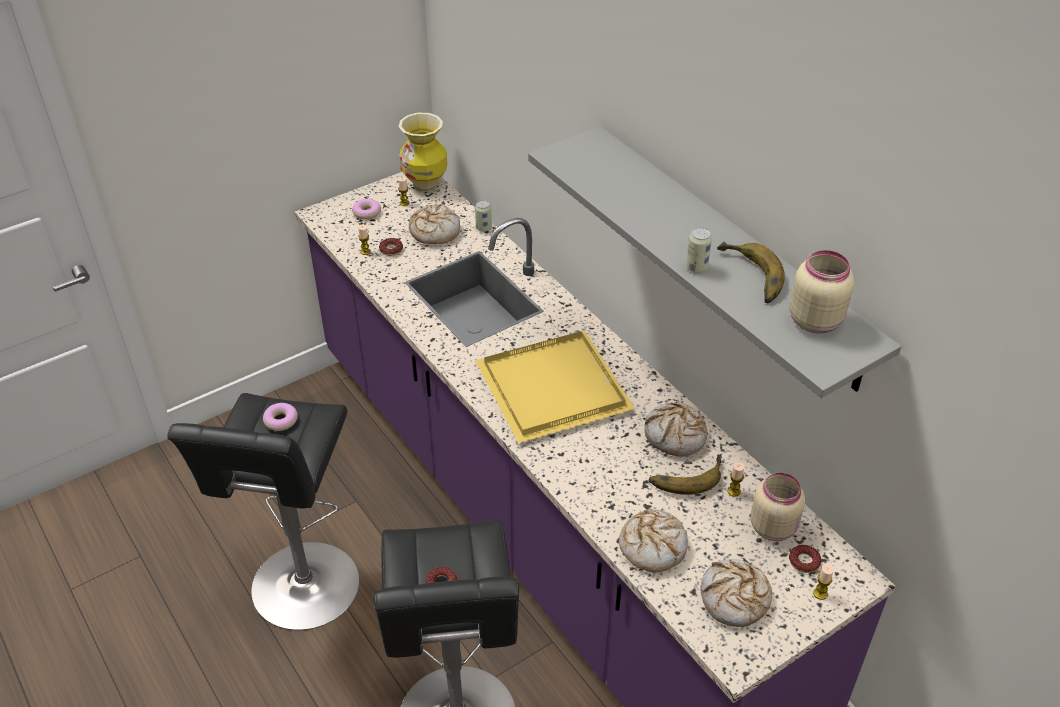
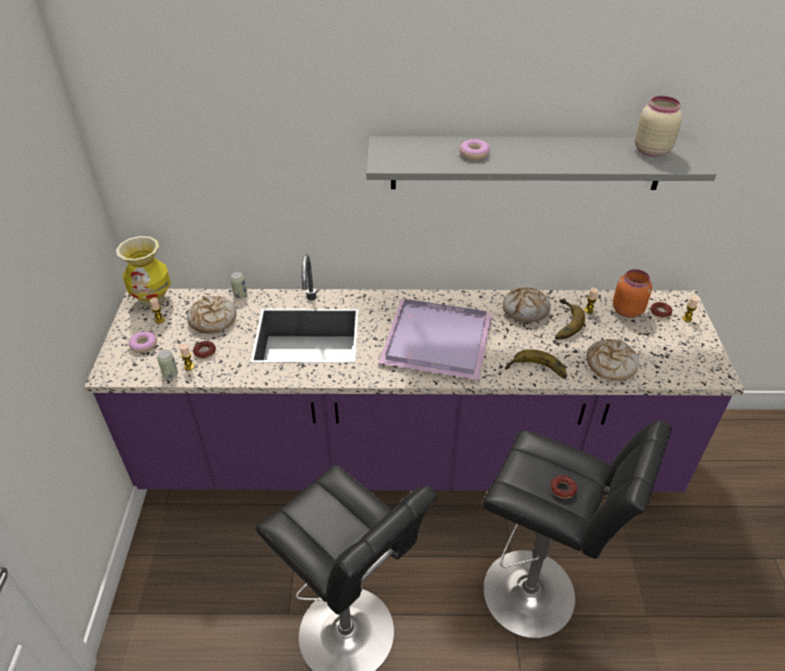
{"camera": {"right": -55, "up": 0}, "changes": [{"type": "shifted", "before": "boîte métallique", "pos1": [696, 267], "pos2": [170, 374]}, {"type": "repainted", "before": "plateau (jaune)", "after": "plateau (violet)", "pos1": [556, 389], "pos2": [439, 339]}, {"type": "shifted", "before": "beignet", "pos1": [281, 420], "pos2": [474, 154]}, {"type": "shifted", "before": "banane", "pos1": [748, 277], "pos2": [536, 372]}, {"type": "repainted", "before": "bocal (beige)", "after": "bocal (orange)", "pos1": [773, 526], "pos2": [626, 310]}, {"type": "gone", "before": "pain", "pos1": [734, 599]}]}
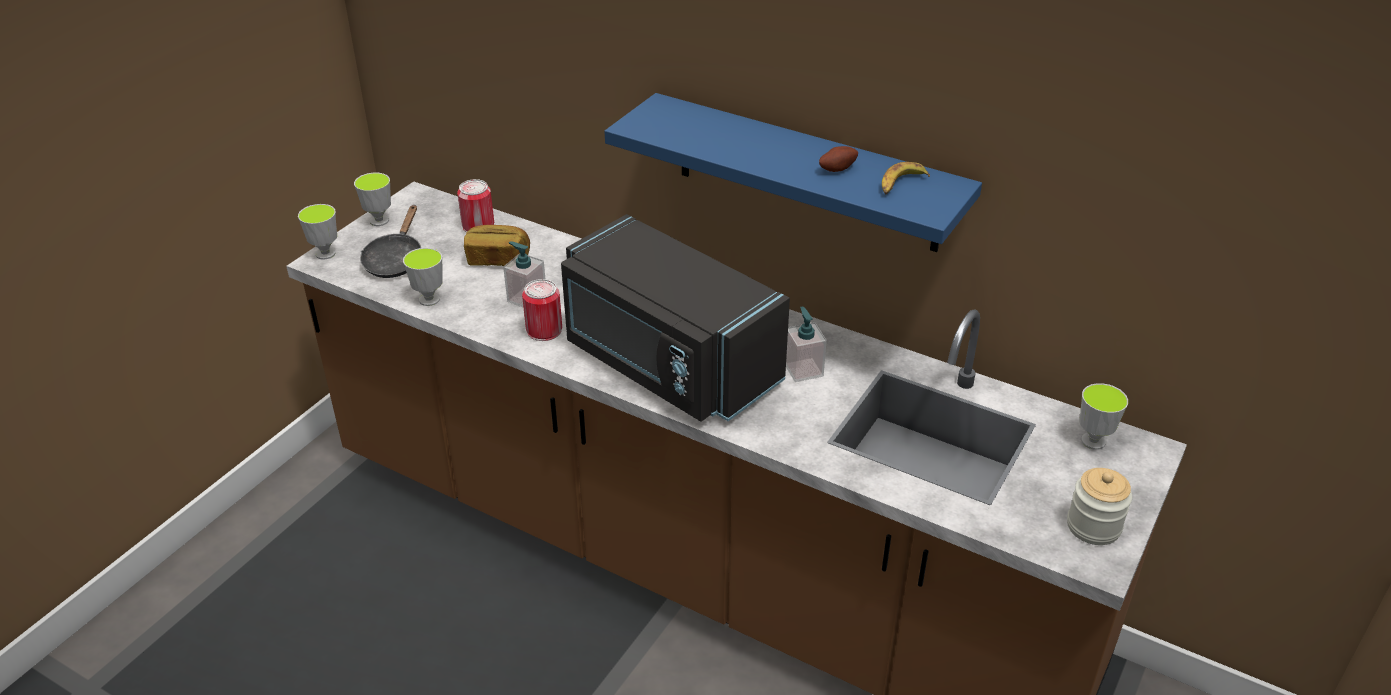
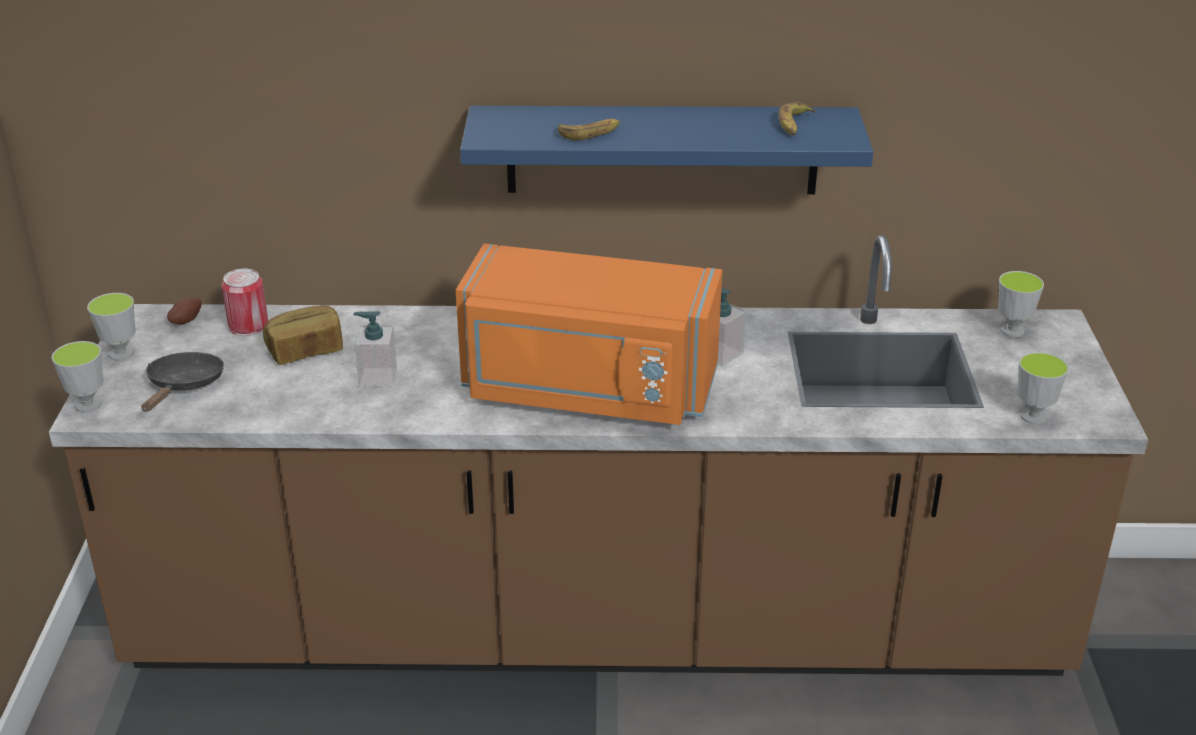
{"camera": {"right": -30, "up": -5}, "changes": [{"type": "rotated", "before": "poêle (noir)", "pos1": [395, 260], "pos2": [183, 386], "turn": -150}, {"type": "shifted", "before": "pomme de terre", "pos1": [837, 168], "pos2": [185, 320]}, {"type": "repainted", "before": "micro-ondes (noir)", "after": "micro-ondes (orange)", "pos1": [667, 364], "pos2": [587, 390]}, {"type": "new", "after": "banane", "pos2": [590, 133]}, {"type": "shifted", "before": "tasse", "pos1": [429, 300], "pos2": [1033, 416]}, {"type": "gone", "before": "boîte métallique", "pos1": [544, 330]}, {"type": "gone", "before": "bocal", "pos1": [1093, 526]}]}
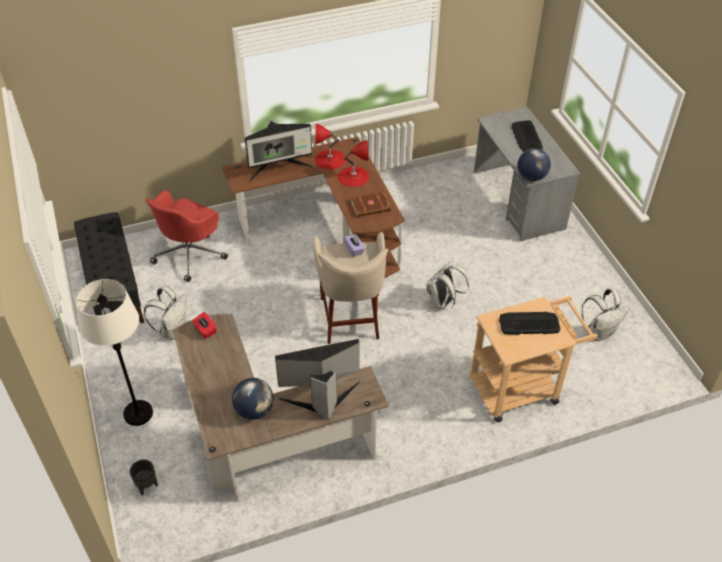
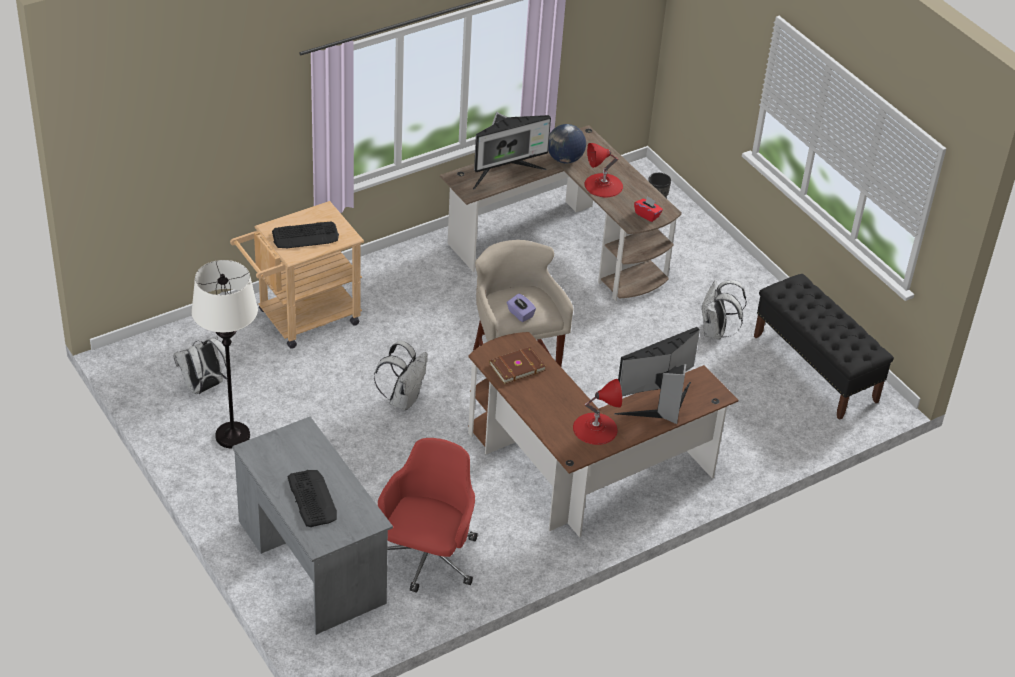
{"camera": {"right": 165, "up": -5}, "changes": [{"type": "shifted", "before": "lampadaire (blanc)", "pos1": [138, 413], "pos2": [232, 436]}, {"type": "shifted", "before": "chaise de bureau (rouge)", "pos1": [190, 254], "pos2": [427, 559]}, {"type": "shifted", "before": "lampe de table (rouge)", "pos1": [353, 176], "pos2": [603, 185]}, {"type": "gone", "before": "globe", "pos1": [531, 176]}]}
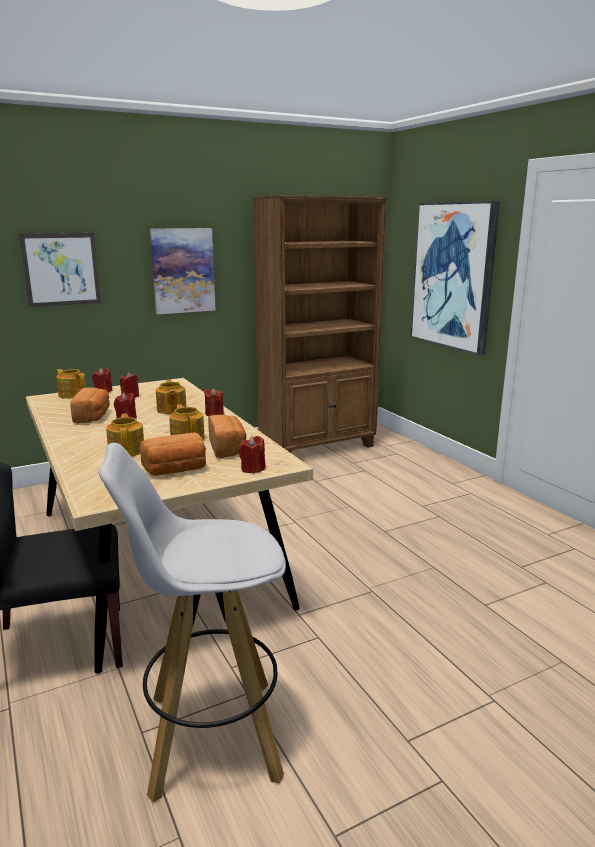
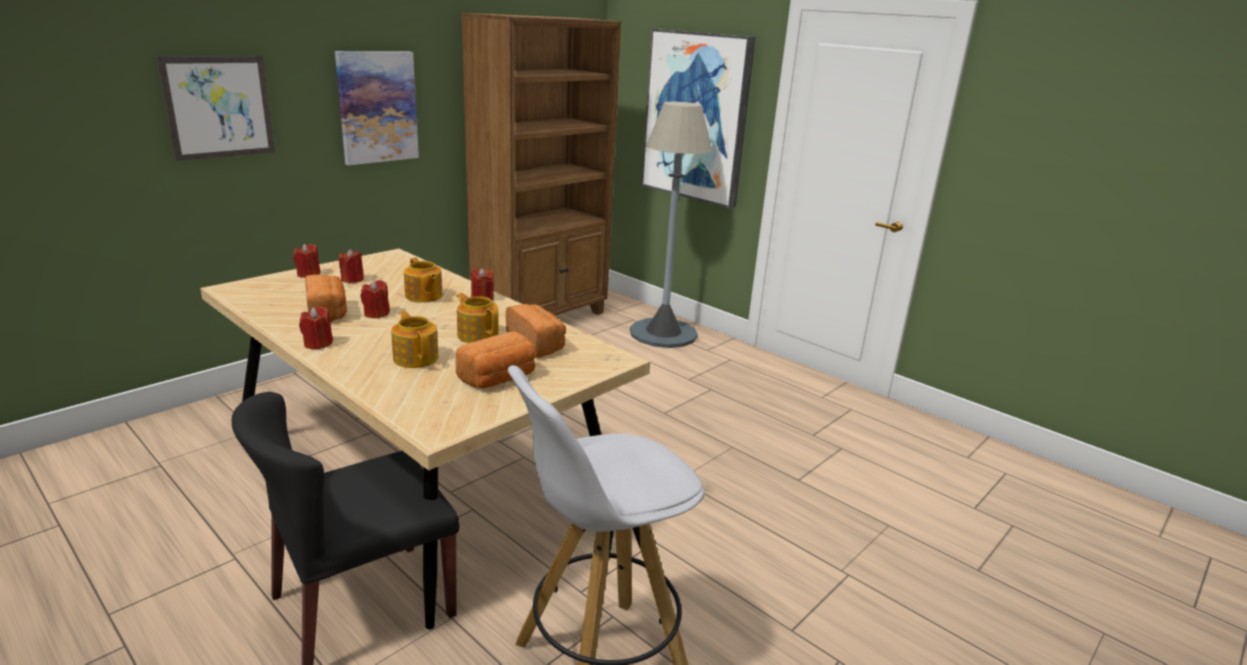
{"camera": {"right": -20, "up": 5}, "changes": [{"type": "shifted", "before": "bougie (rouge)", "pos1": [253, 469], "pos2": [318, 344]}, {"type": "new", "after": "lampadaire (gris)", "pos2": [663, 333]}, {"type": "gone", "before": "théière", "pos1": [72, 394]}]}
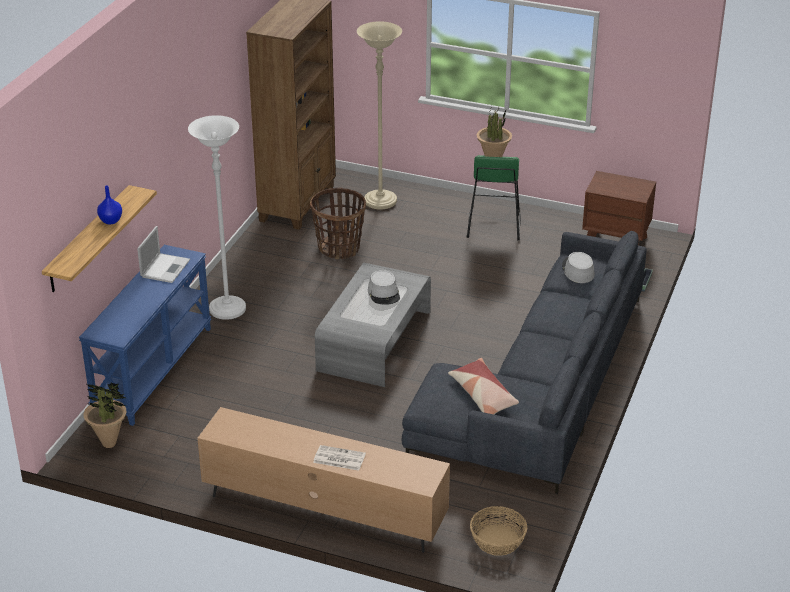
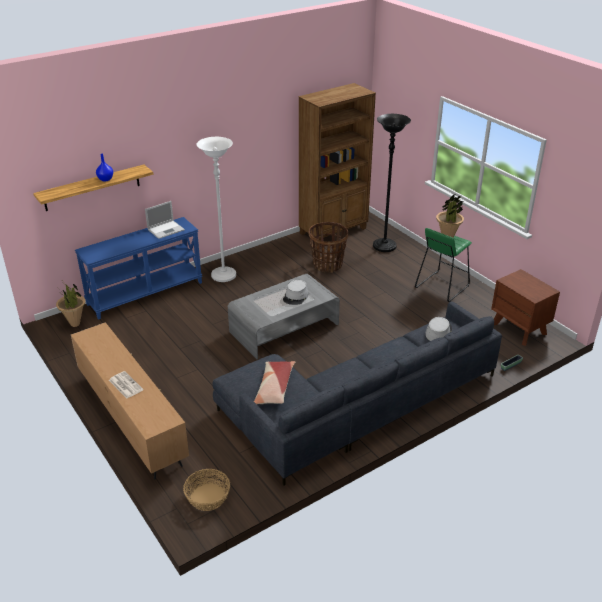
{"camera": {"right": 35, "up": 0}, "changes": [{"type": "repainted", "before": "lampadaire (beige)", "after": "lampadaire (noir)", "pos1": [380, 201], "pos2": [384, 246]}]}
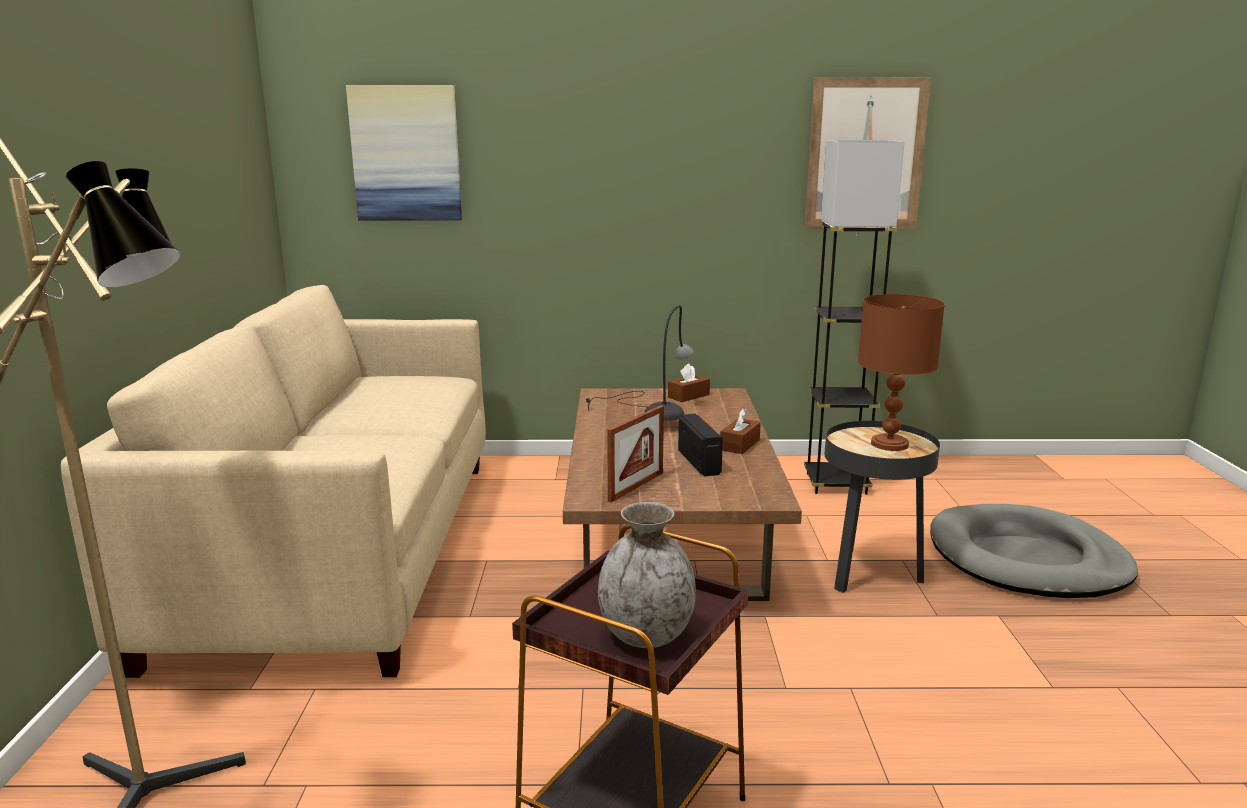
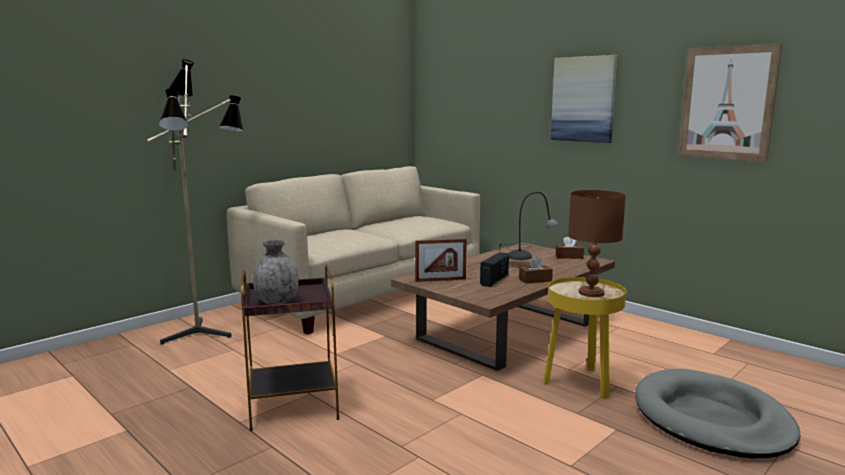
{"camera": {"right": 45, "up": -5}, "changes": [{"type": "repainted", "before": "table d'appoint (noir)", "after": "table d'appoint (jaune)", "pos1": [869, 573], "pos2": [580, 383]}, {"type": "shifted", "before": "tableau", "pos1": [406, 154], "pos2": [583, 99]}, {"type": "gone", "before": "lampadaire (gris)", "pos1": [836, 483]}]}
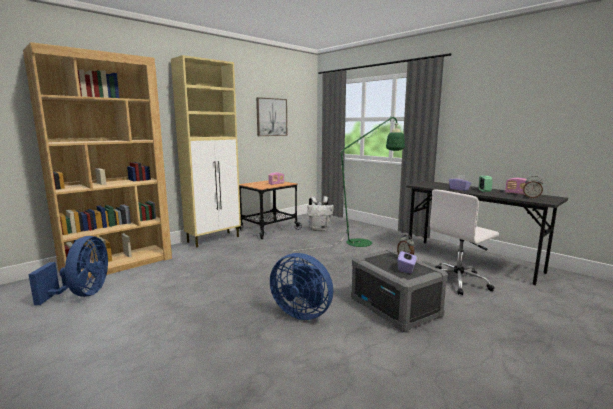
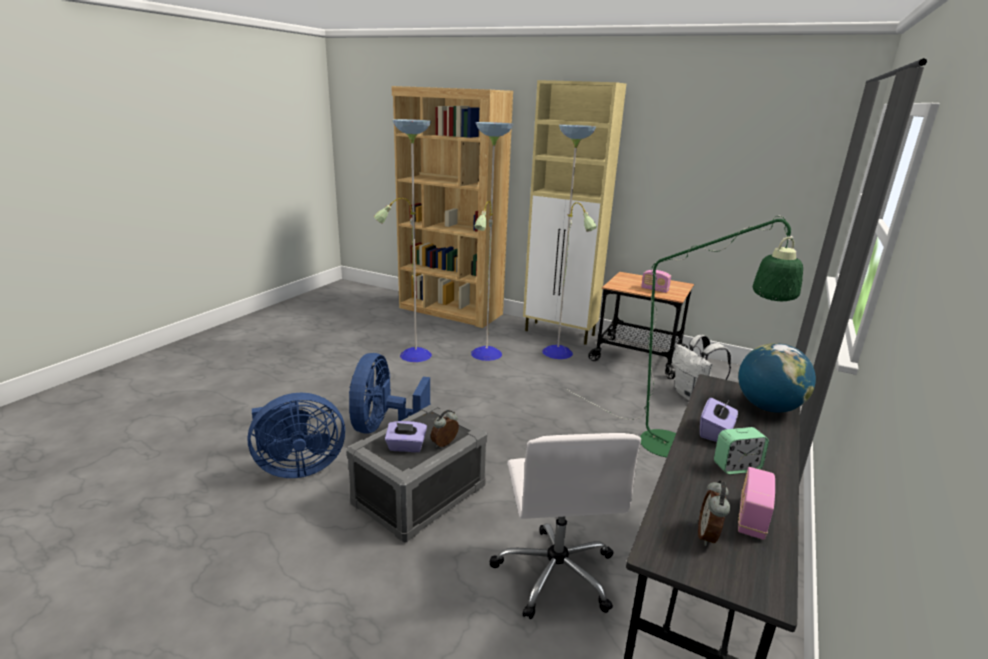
{"camera": {"right": 70, "up": 10}, "changes": [{"type": "shifted", "before": "ventilateur (bleu)", "pos1": [82, 294], "pos2": [297, 467]}, {"type": "new", "after": "lampadaire", "pos2": [486, 355]}, {"type": "rotated", "before": "chaise de bureau (blanc)", "pos1": [458, 281], "pos2": [555, 572], "turn": -135}, {"type": "new", "after": "globe", "pos2": [768, 407]}, {"type": "gone", "before": "tableau", "pos1": [271, 117]}]}
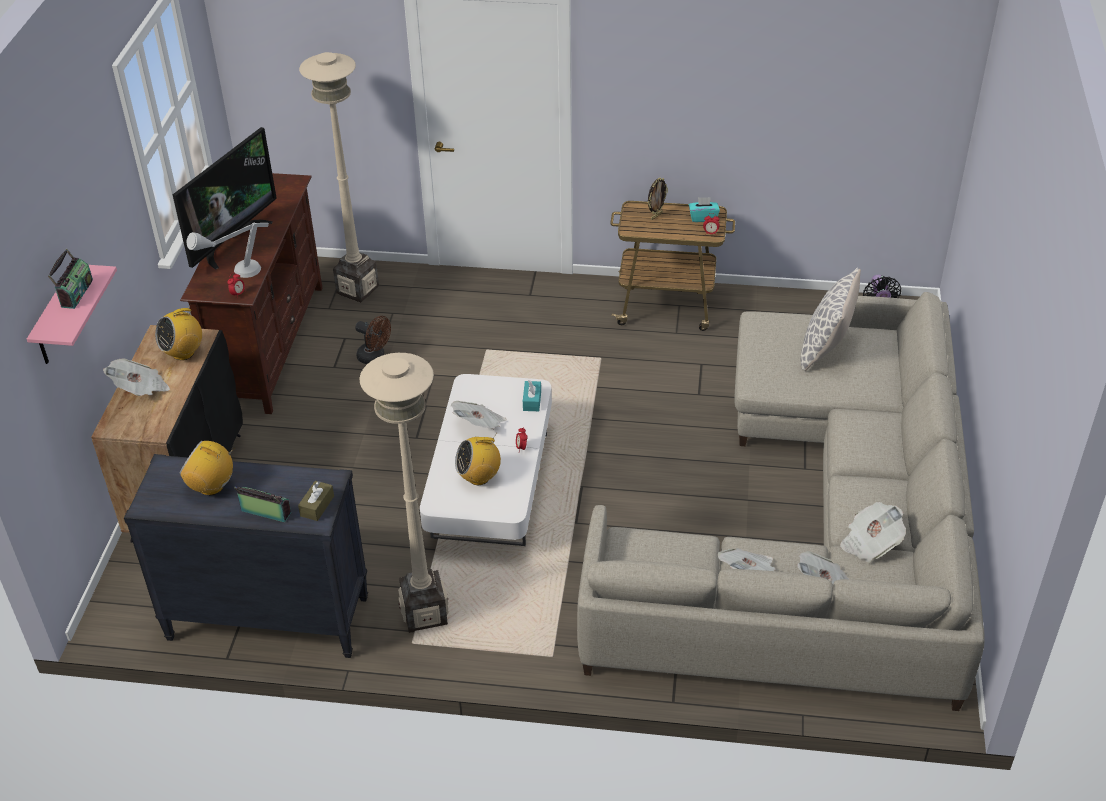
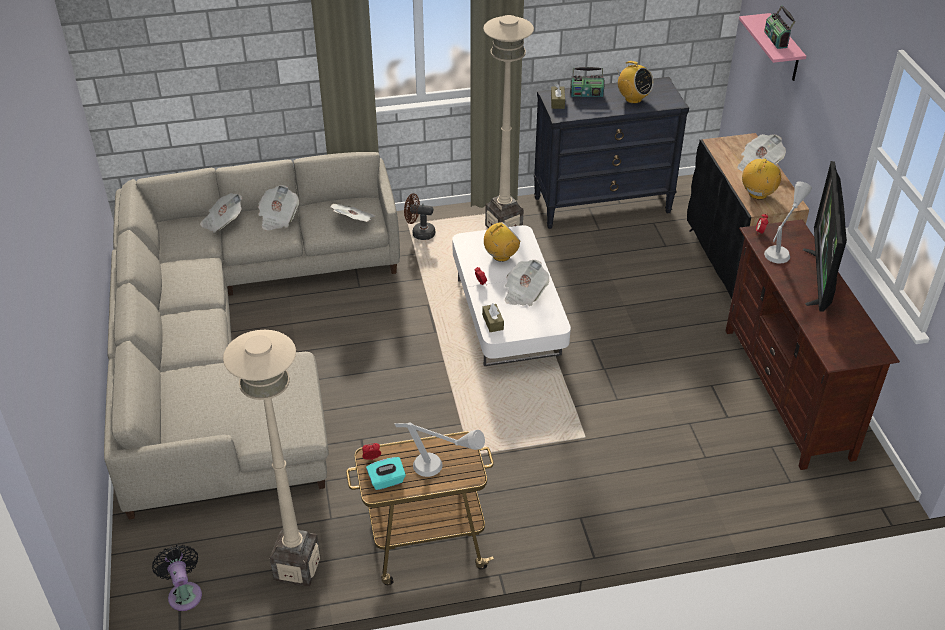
{"camera": {"right": 160, "up": 0}, "changes": [{"type": "shifted", "before": "lampadaire (beige)", "pos1": [357, 289], "pos2": [297, 568]}, {"type": "shifted", "before": "journal", "pos1": [870, 543], "pos2": [354, 222]}, {"type": "swapped", "before": "cadre photo", "after": "lampe de table (gris)", "pos1": [656, 216], "pos2": [441, 470]}, {"type": "shifted", "before": "ventilateur (marron)", "pos1": [375, 357], "pos2": [419, 233]}, {"type": "repainted", "before": "boîte à mouchoirs (turquoise)", "after": "boîte à mouchoirs (marron)", "pos1": [532, 401], "pos2": [492, 322]}, {"type": "rotated", "before": "radio", "pos1": [211, 486], "pos2": [633, 99], "turn": 45}, {"type": "gone", "before": "coussin", "pos1": [825, 349]}]}
